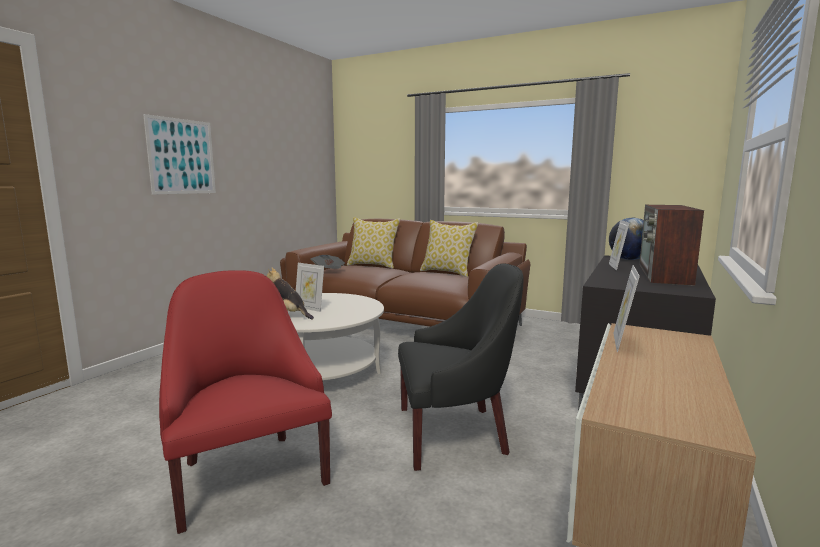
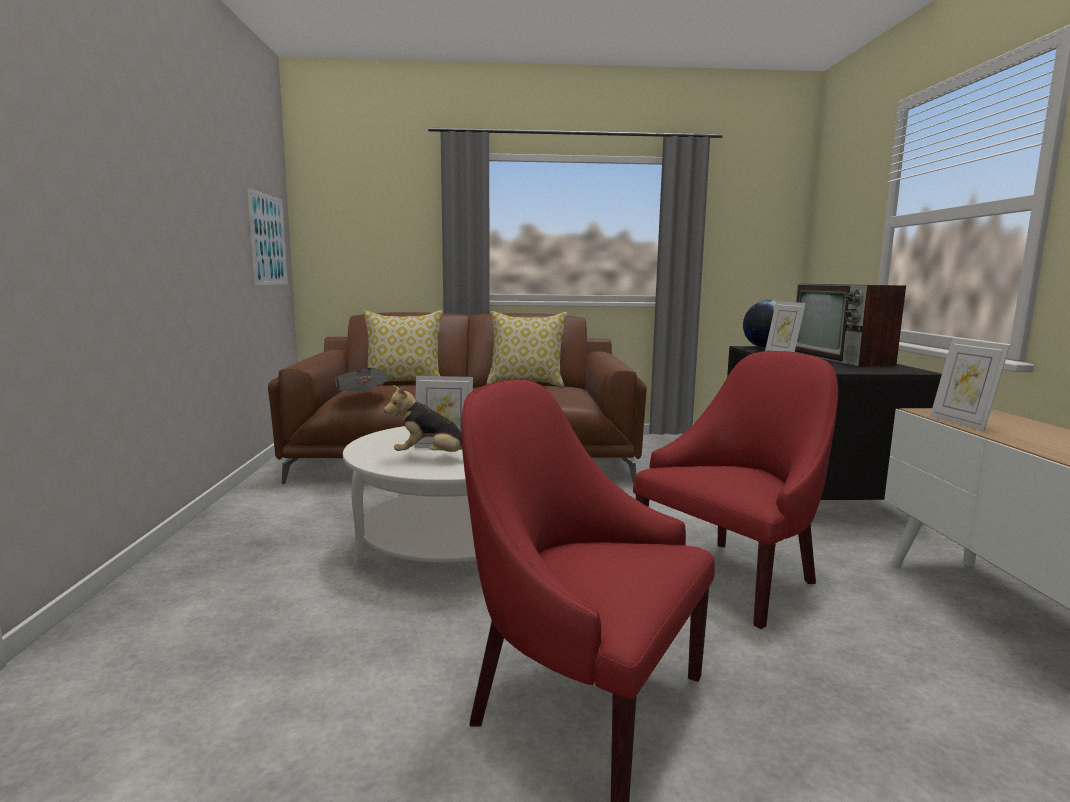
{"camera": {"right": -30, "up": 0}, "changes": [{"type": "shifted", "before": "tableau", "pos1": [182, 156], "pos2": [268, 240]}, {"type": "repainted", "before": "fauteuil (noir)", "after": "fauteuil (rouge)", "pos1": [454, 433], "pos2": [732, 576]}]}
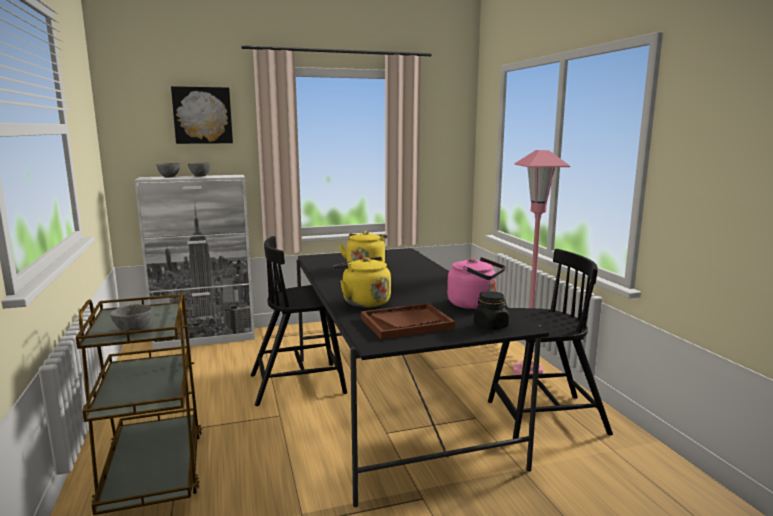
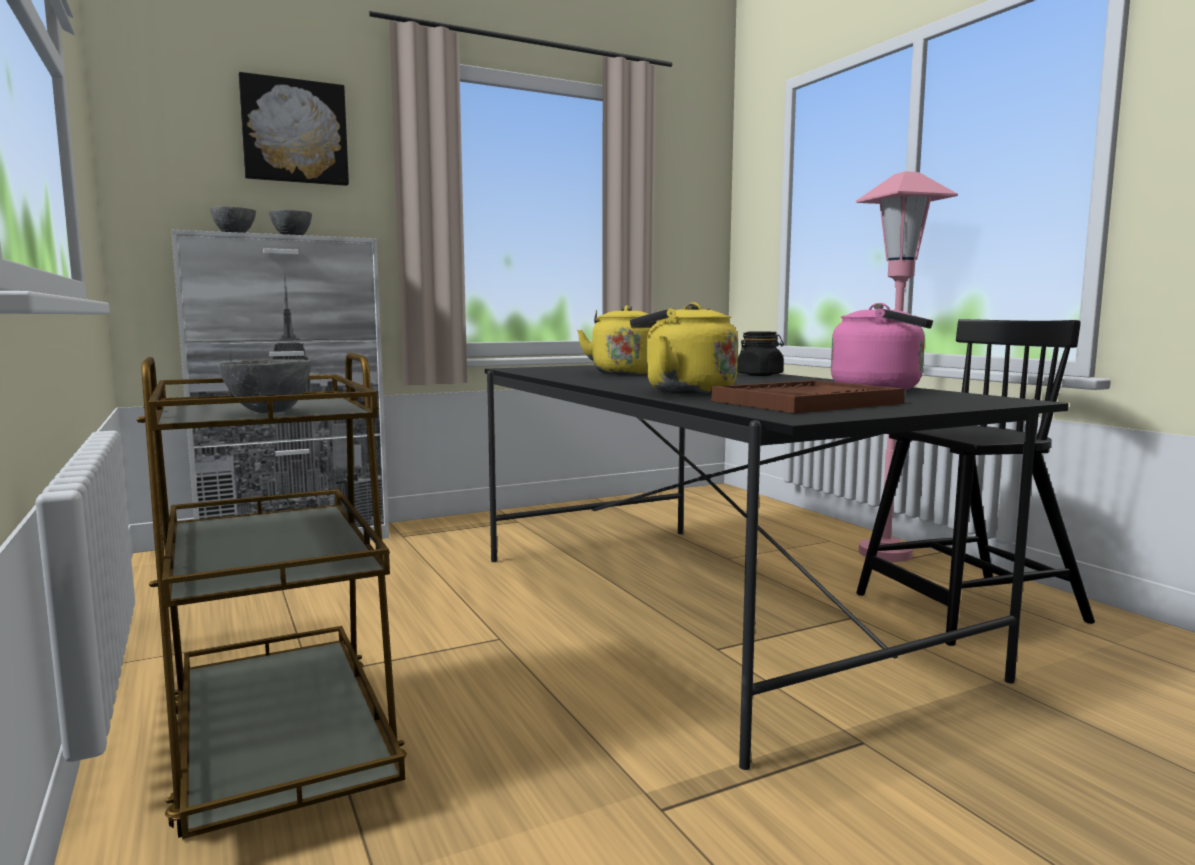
{"camera": {"right": -10, "up": -5}, "changes": [{"type": "shifted", "before": "bocal (noir)", "pos1": [491, 326], "pos2": [760, 375]}, {"type": "gone", "before": "chaise (noir)", "pos1": [299, 383]}]}
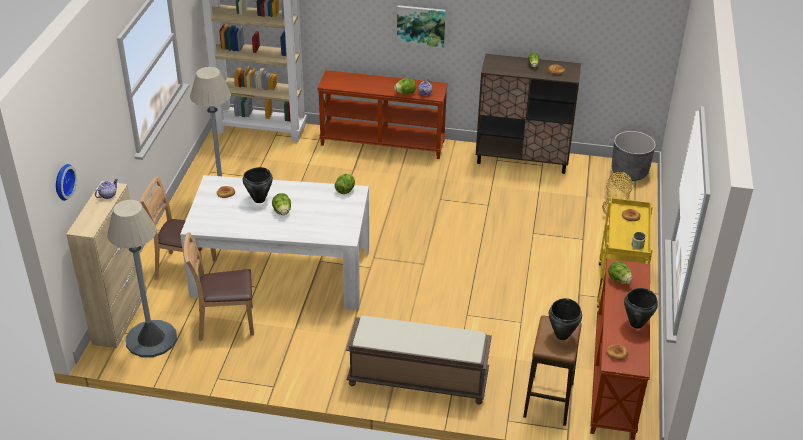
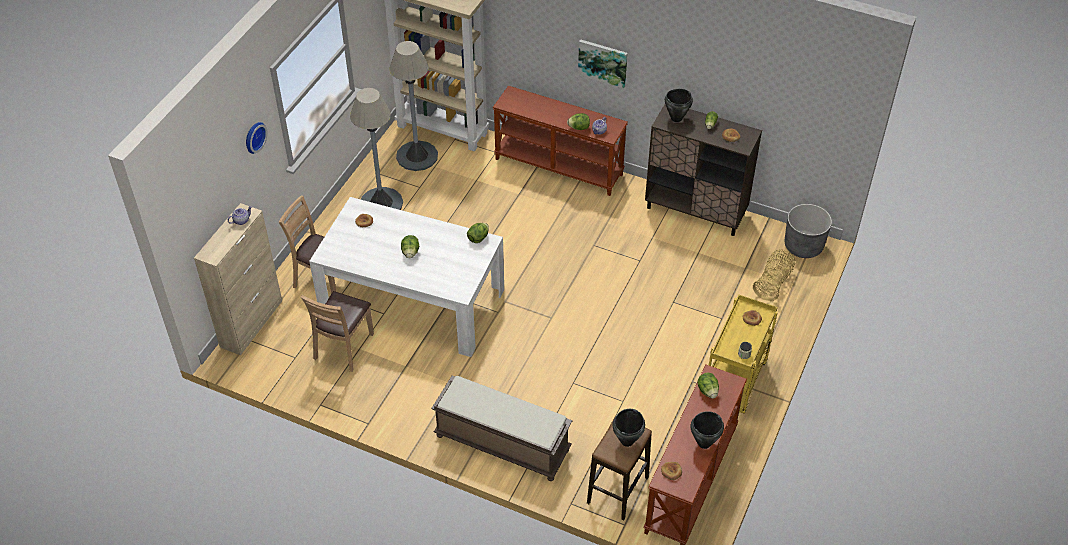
{"camera": {"right": 15, "up": 10}, "changes": [{"type": "shifted", "before": "horloge murale", "pos1": [62, 181], "pos2": [253, 137]}, {"type": "rotated", "before": "chaise (marron)", "pos1": [225, 322], "pos2": [344, 347], "turn": -75}, {"type": "shifted", "before": "lampadaire (gris)", "pos1": [151, 339], "pos2": [417, 156]}, {"type": "shifted", "before": "marmite (noir)", "pos1": [258, 199], "pos2": [676, 118]}]}
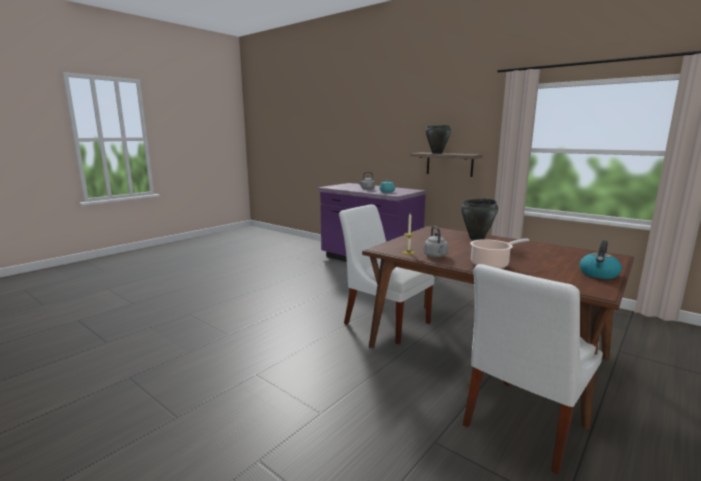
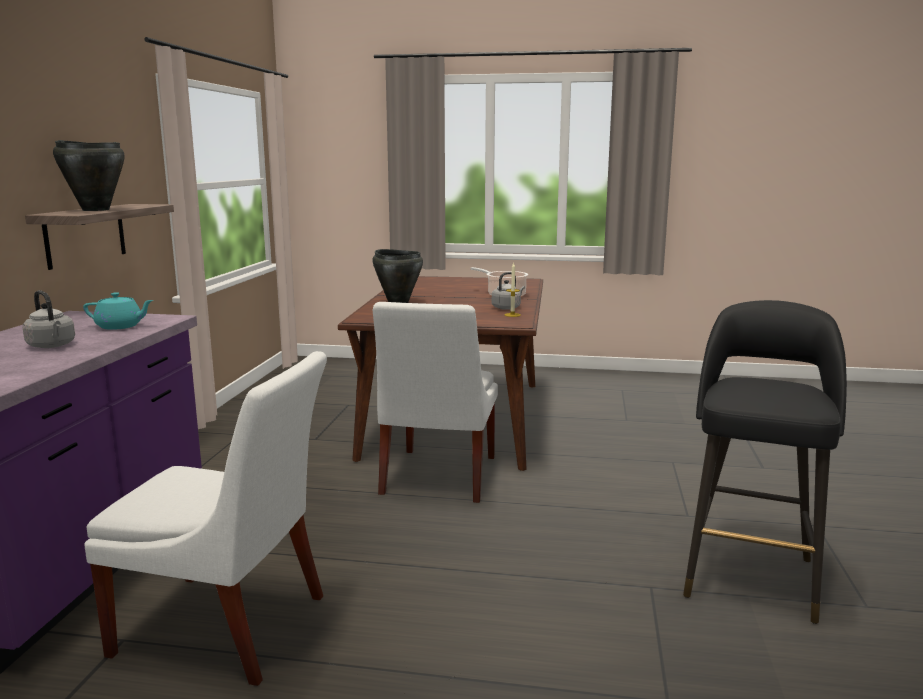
{"camera": {"right": -120, "up": 0}, "changes": [{"type": "shifted", "before": "chaise (blanc)", "pos1": [523, 423], "pos2": [229, 627]}, {"type": "new", "after": "tabouret (noir)", "pos2": [750, 575]}, {"type": "gone", "before": "bouilloire", "pos1": [599, 274]}]}
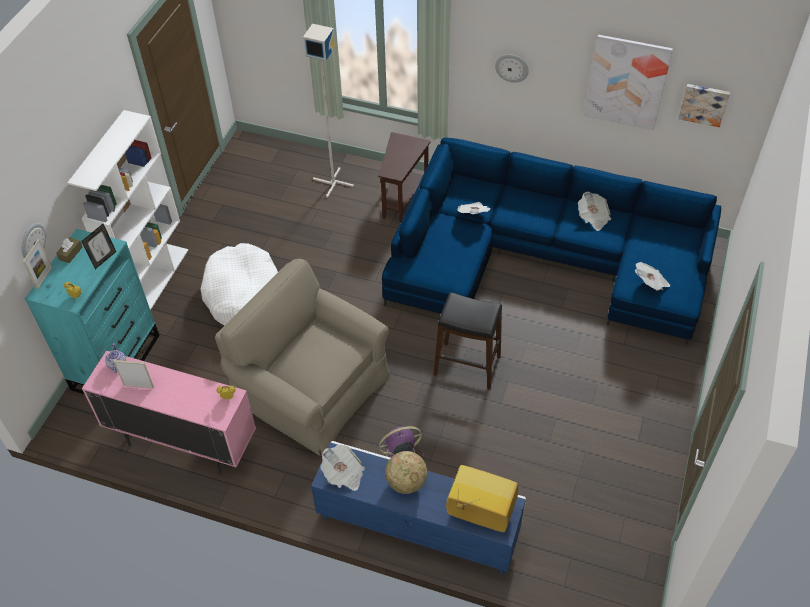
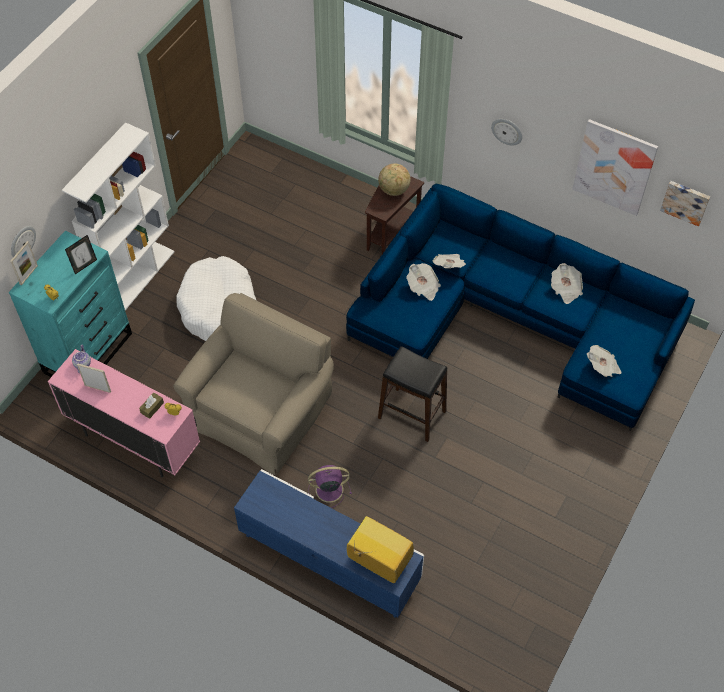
{"camera": {"right": 10, "up": 5}, "changes": [{"type": "shifted", "before": "boîte à mouchoirs (marron)", "pos1": [70, 253], "pos2": [152, 408]}, {"type": "rotated", "before": "fauteuil (beige)", "pos1": [310, 386], "pos2": [260, 408], "turn": 75}, {"type": "shifted", "before": "globe", "pos1": [406, 482], "pos2": [393, 190]}, {"type": "shifted", "before": "journal", "pos1": [343, 474], "pos2": [423, 287]}, {"type": "gone", "before": "lampadaire (gris)", "pos1": [333, 182]}]}
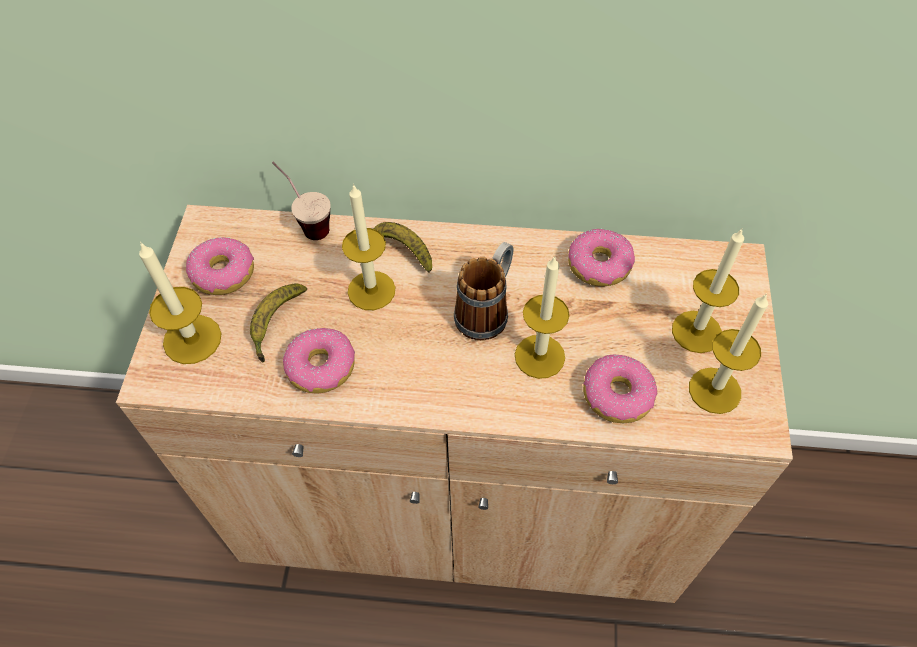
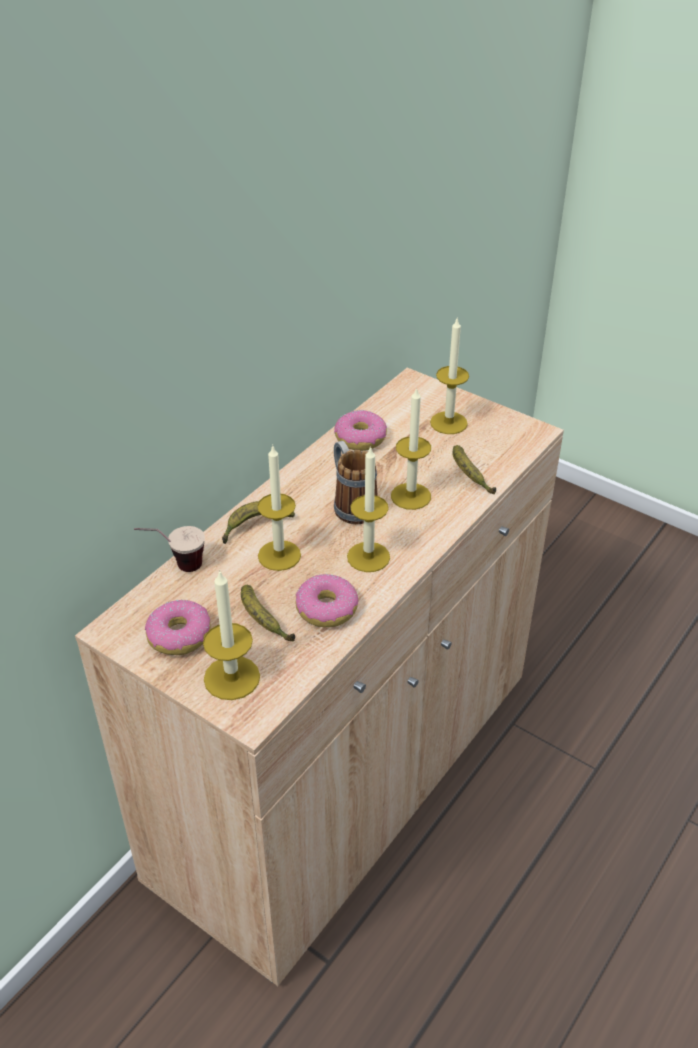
{"camera": {"right": -60, "up": -15}, "changes": [{"type": "shifted", "before": "bougie", "pos1": [714, 390], "pos2": [368, 557]}, {"type": "swapped", "before": "beignet", "after": "banane", "pos1": [618, 395], "pos2": [468, 475]}]}
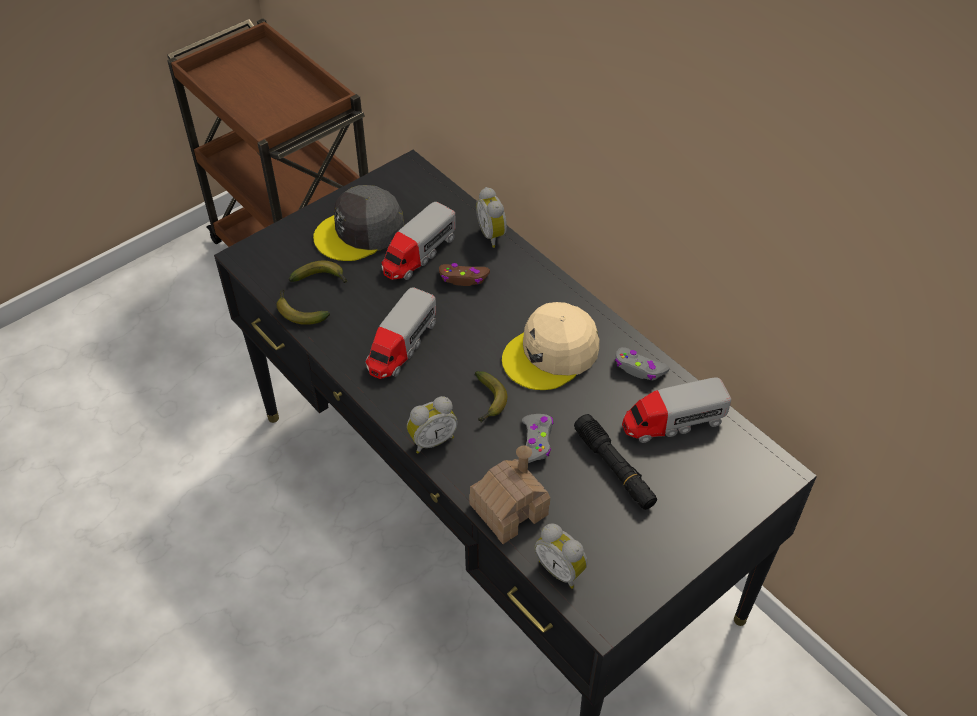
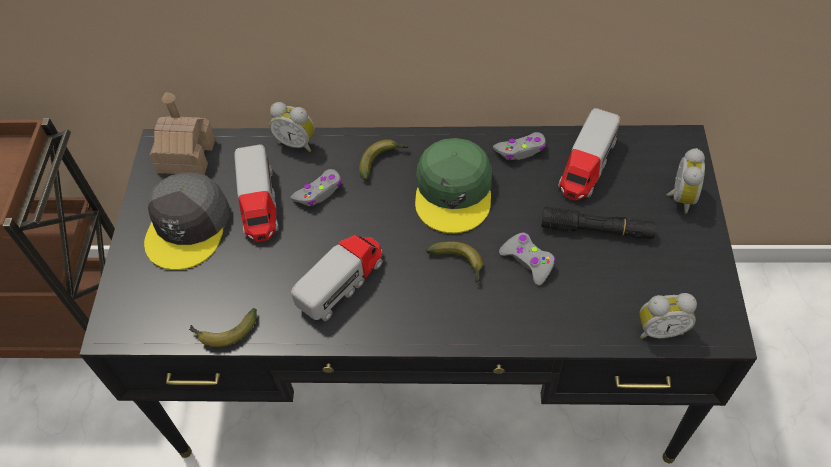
{"camera": {"right": -45, "up": 5}, "changes": [{"type": "shifted", "before": "maison miniature", "pos1": [509, 509], "pos2": [187, 156]}, {"type": "repainted", "before": "manette (marron)", "after": "manette (gris)", "pos1": [463, 278], "pos2": [319, 192]}, {"type": "rotated", "before": "camion jouet", "pos1": [401, 345], "pos2": [342, 282], "turn": -120}, {"type": "shifted", "before": "banane", "pos1": [322, 279], "pos2": [382, 161]}, {"type": "repainted", "before": "casquette (beige)", "after": "casquette (vert)", "pos1": [551, 354], "pos2": [454, 191]}, {"type": "shifted", "before": "réveil", "pos1": [432, 440], "pos2": [679, 197]}]}
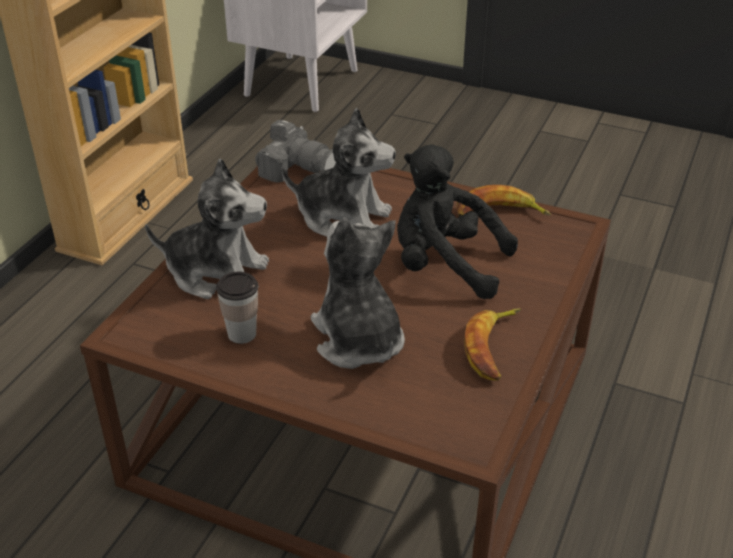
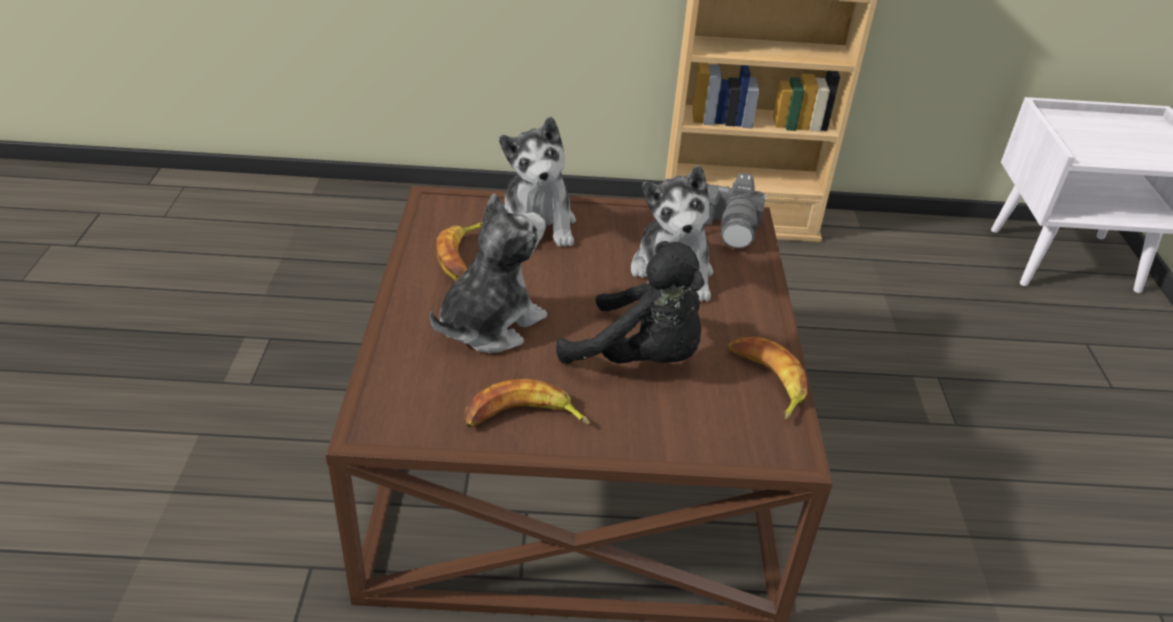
{"camera": {"right": 65, "up": 0}, "changes": [{"type": "swapped", "before": "tasse", "after": "banane", "pos1": [242, 334], "pos2": [464, 257]}, {"type": "rotated", "before": "peluche (noir)", "pos1": [444, 265], "pos2": [640, 358], "turn": 120}]}
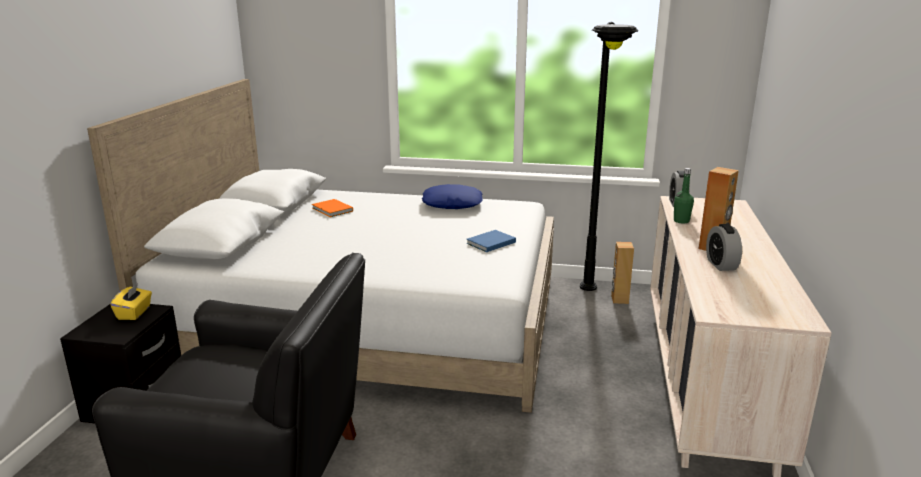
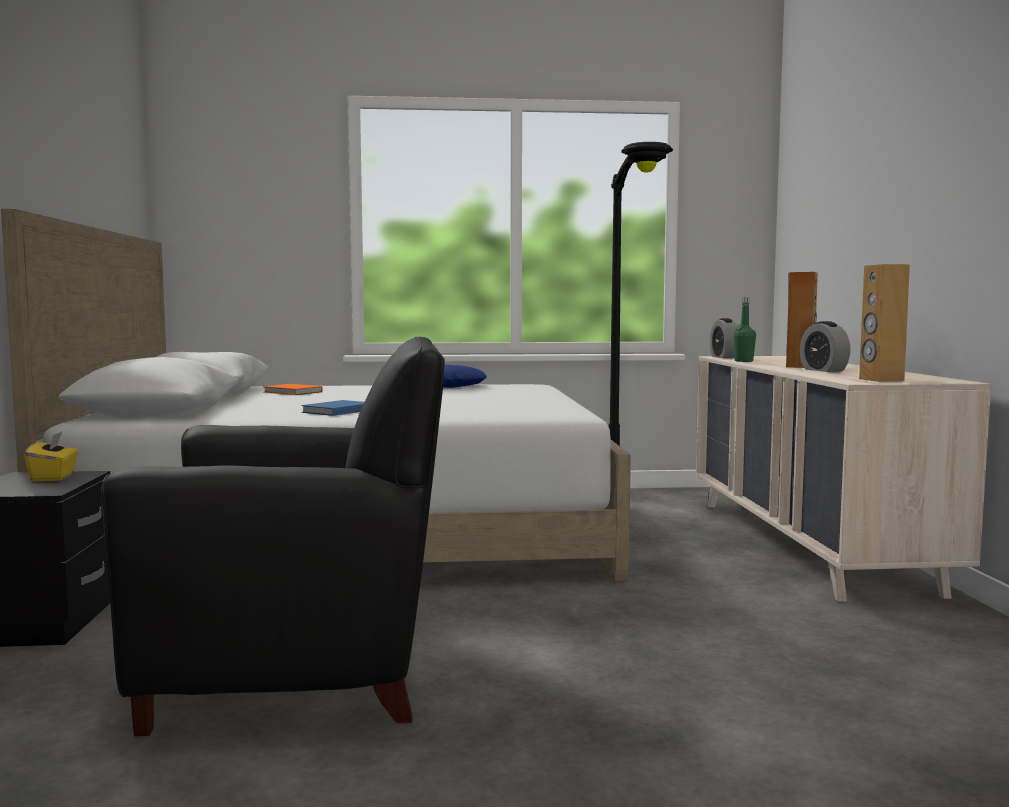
{"camera": {"right": -15, "up": -15}, "changes": [{"type": "shifted", "before": "livre (bleu)", "pos1": [489, 243], "pos2": [336, 411]}, {"type": "shifted", "before": "enceinte (marron)", "pos1": [619, 300], "pos2": [880, 380]}]}
